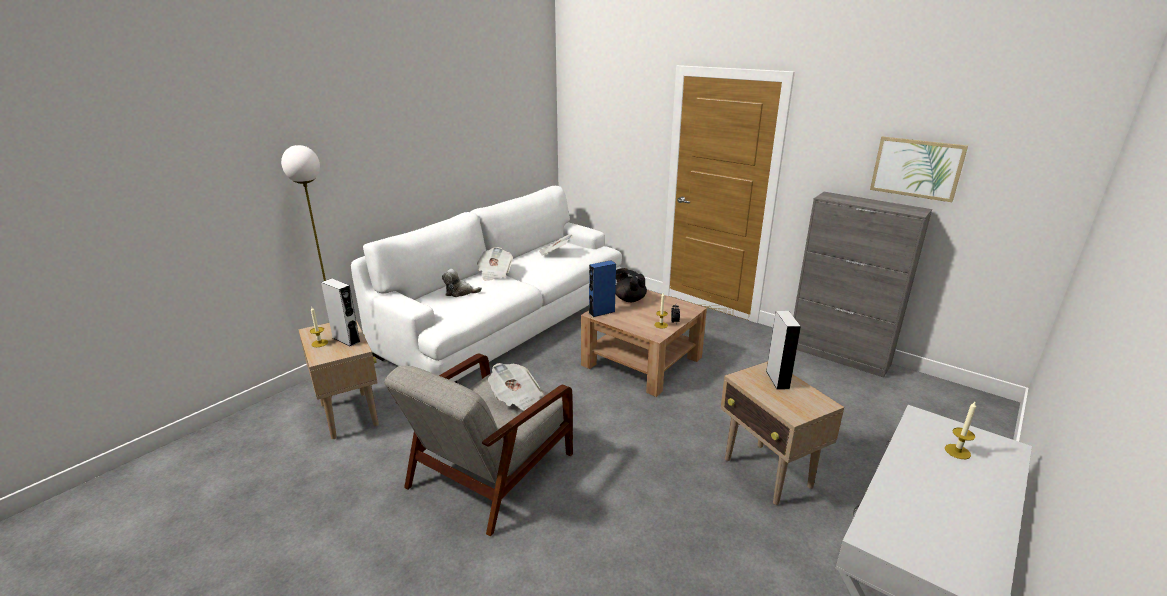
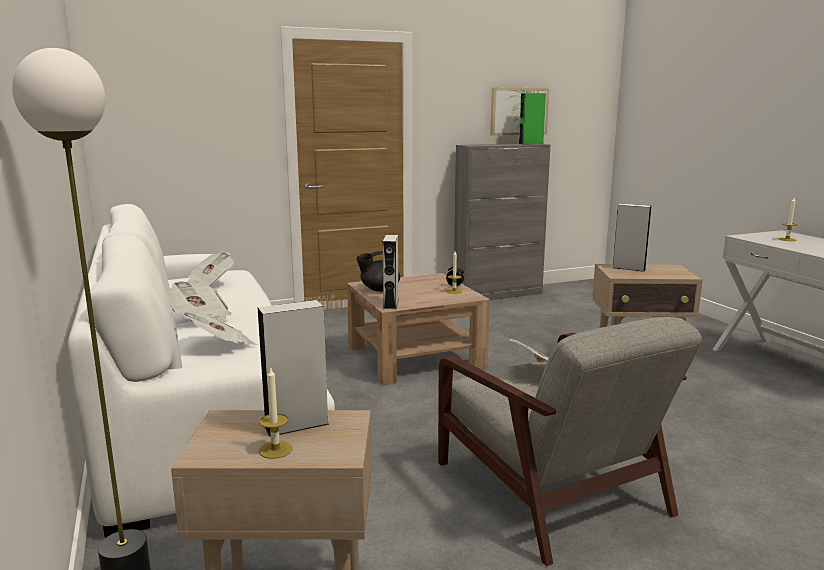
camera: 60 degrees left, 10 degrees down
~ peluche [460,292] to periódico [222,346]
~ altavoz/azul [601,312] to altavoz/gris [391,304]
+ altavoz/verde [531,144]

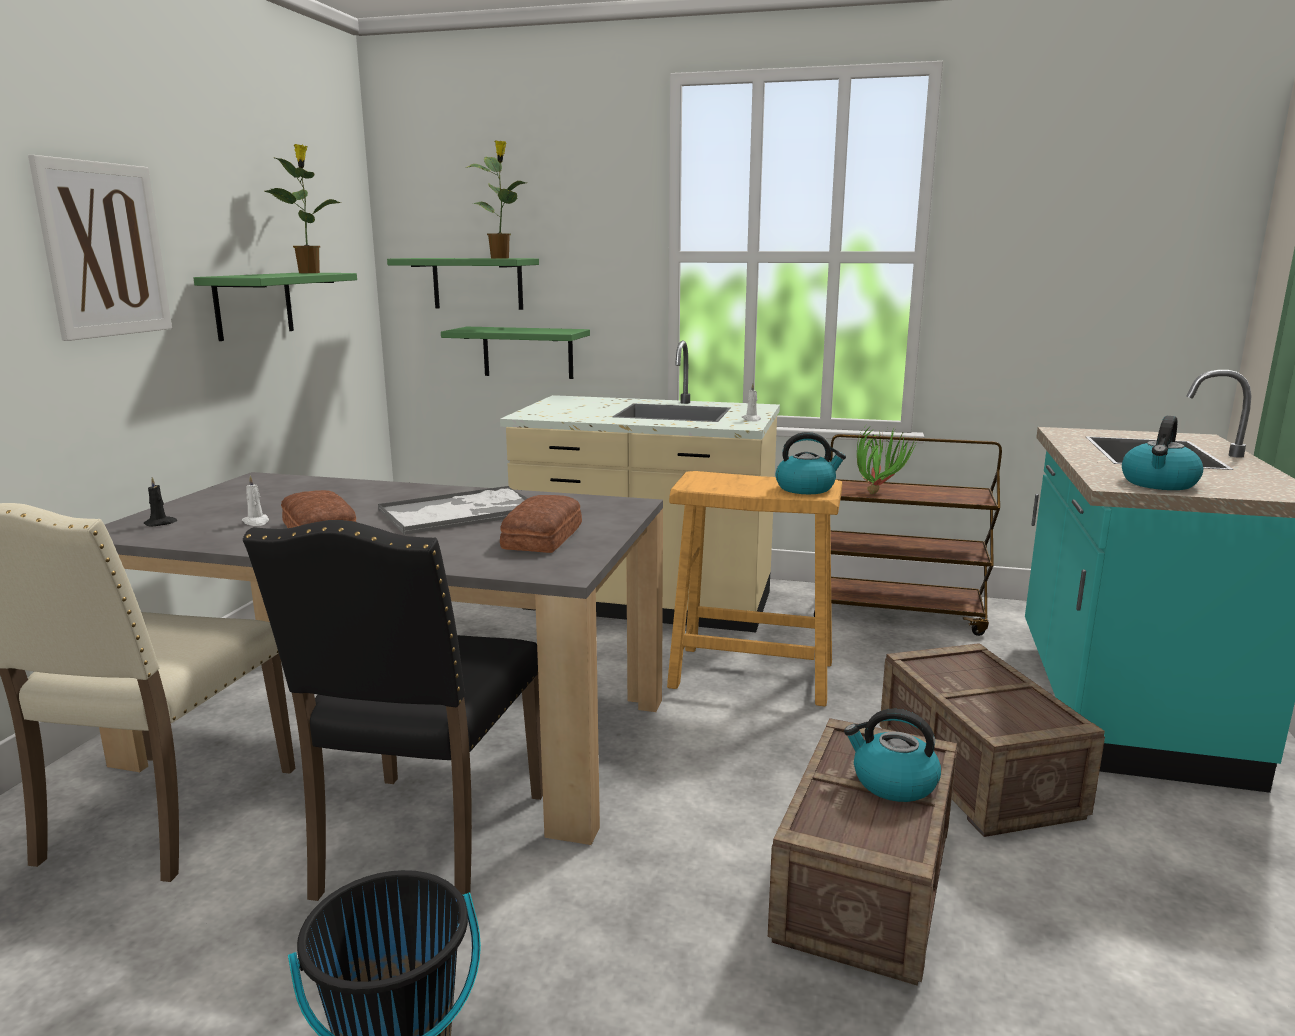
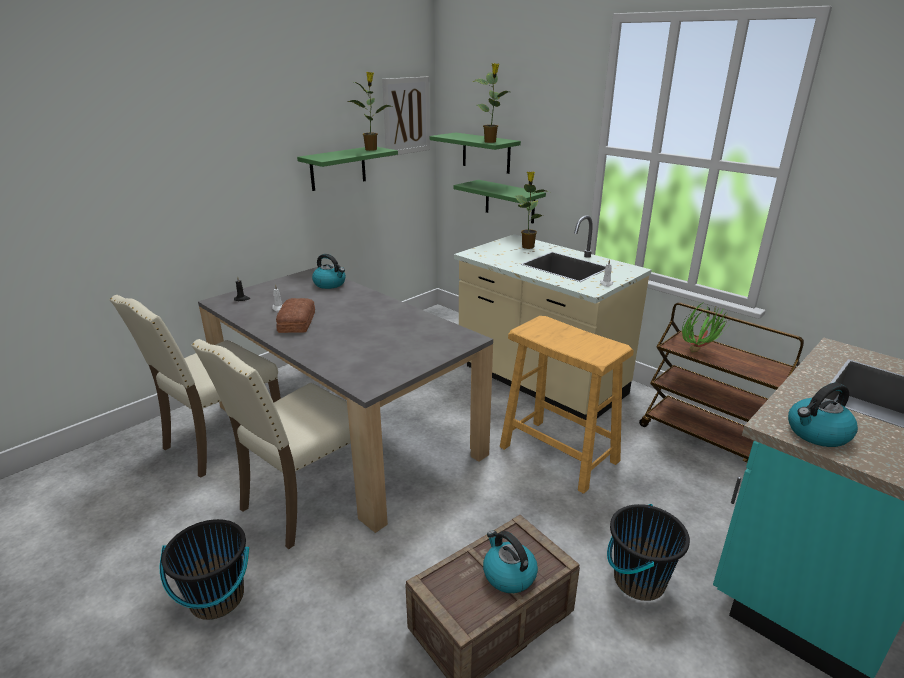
camera: 30 degrees right, 10 degrees up
~ cuadro [104,250] to [406,116]
~ silla/negro [426,845] to silla/beis [305,501]
- bandeja [462,512]
- pan [545,537]
~ hervidor [806,488] to [330,284]
~ caja de embalaje [978,772] to cubo/negro [638,580]
+ planta en maceta [527,246]

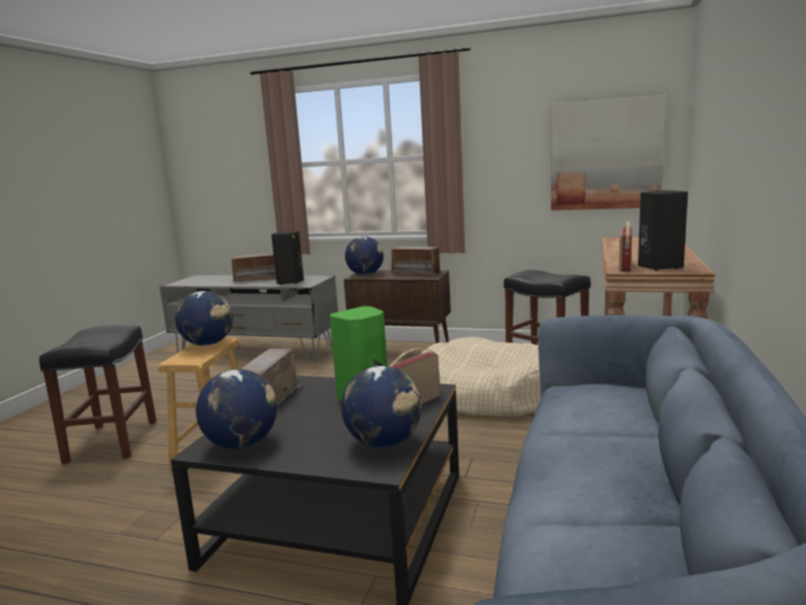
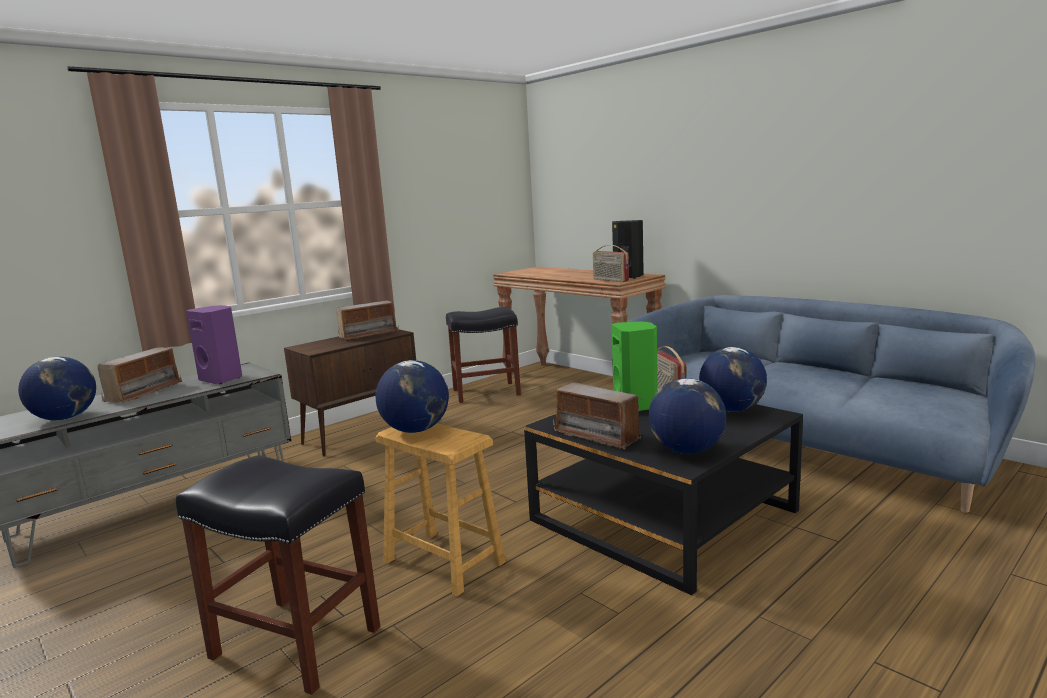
camera: 60 degrees left, 0 degrees up
~ altavoz/negro [291,282] to altavoz/morado [222,379]
~ globo terráqueo [365,274] to [65,418]
- cama para perro/beis [483,395]
- cuadro [605,155]

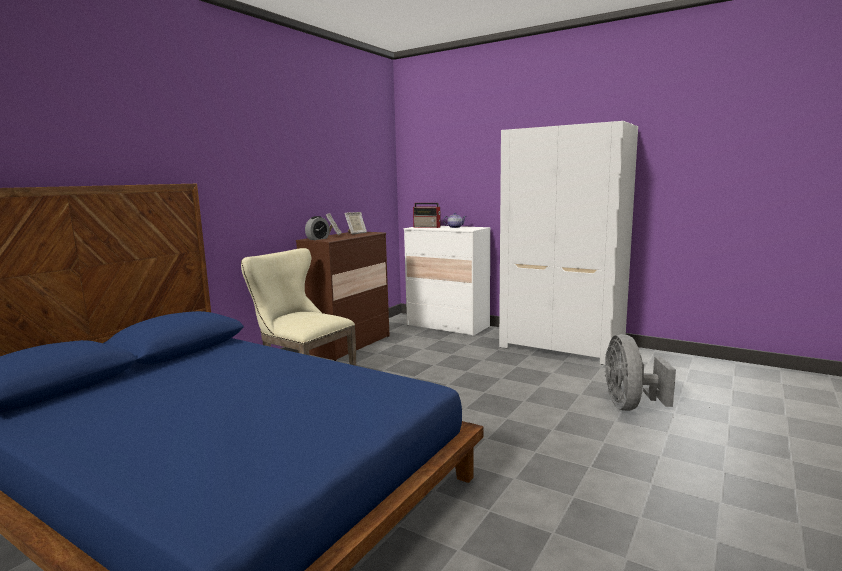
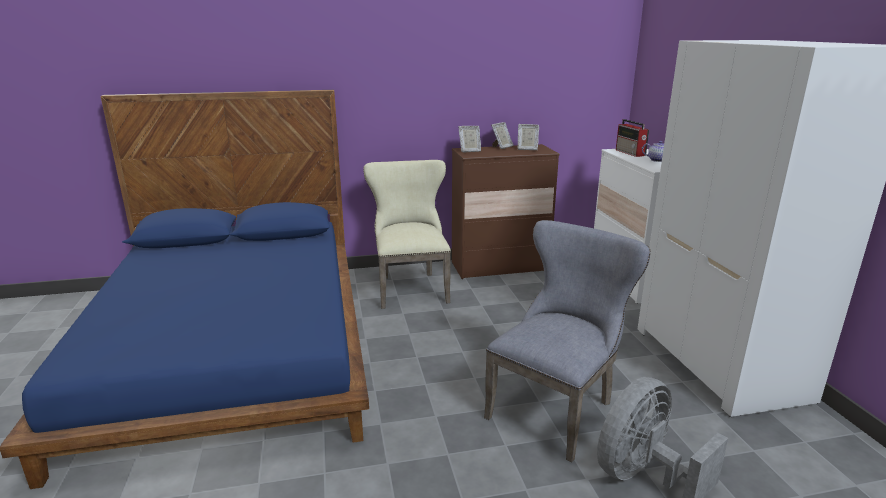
camera: 45 degrees right, 10 degrees up
~ despertador [318,239] to portarretratos [469,151]
+ silla/gris [556,408]

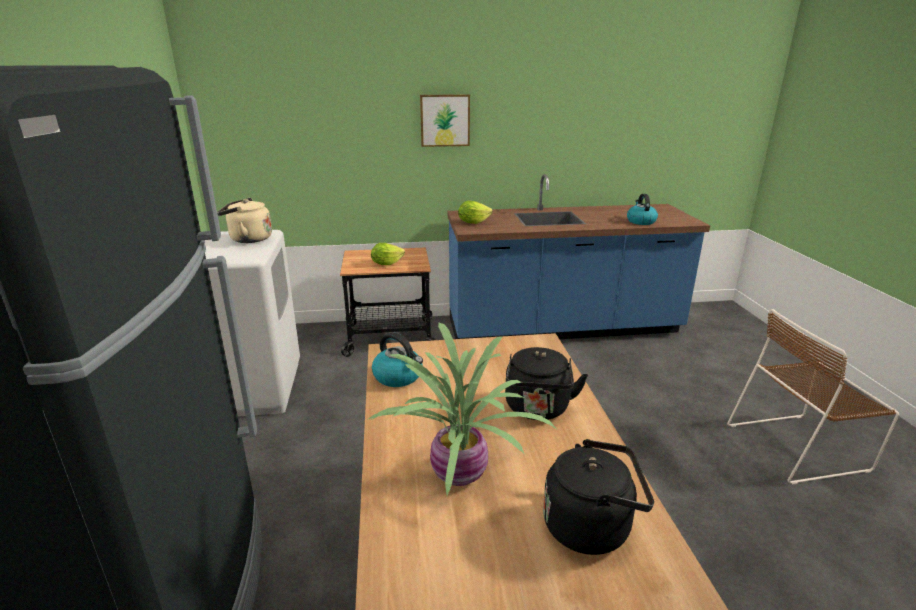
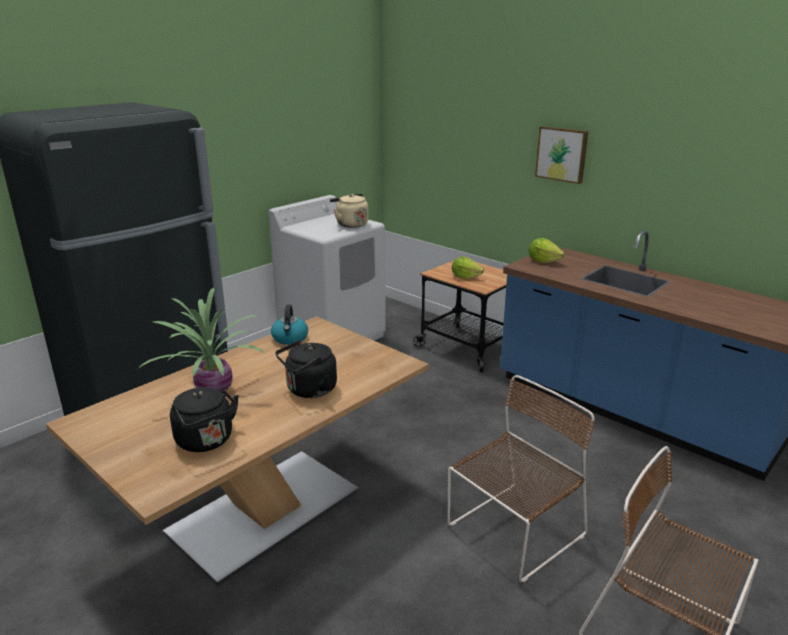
camera: 50 degrees right, 0 degrees up
- hervidor [640,221]
+ silla/marrón [513,532]

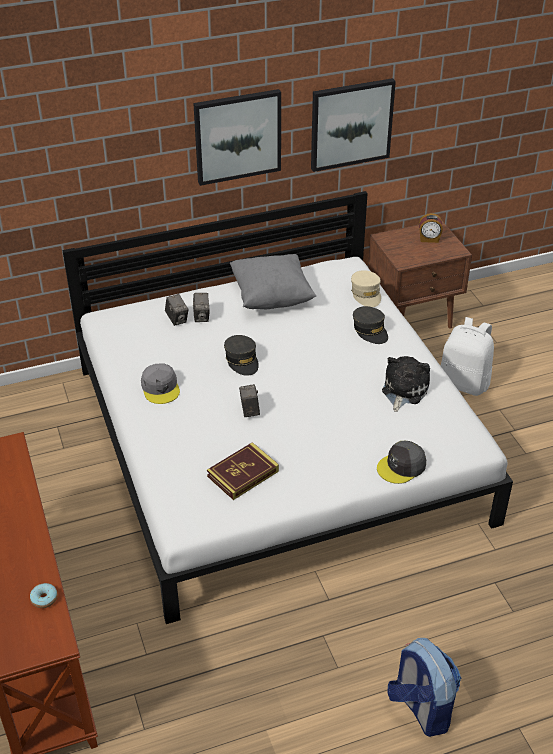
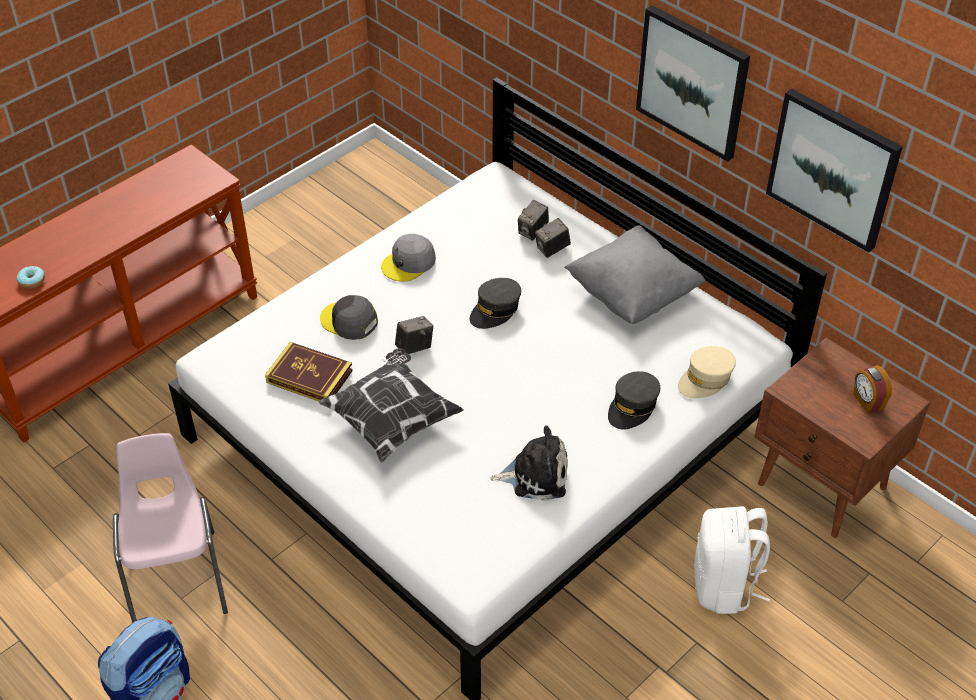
camera: 65 degrees right, 5 degrees up
~ gorra/gris [401,466] to [349,321]
+ silla/rosa [178,578]
+ cojín [392,419]

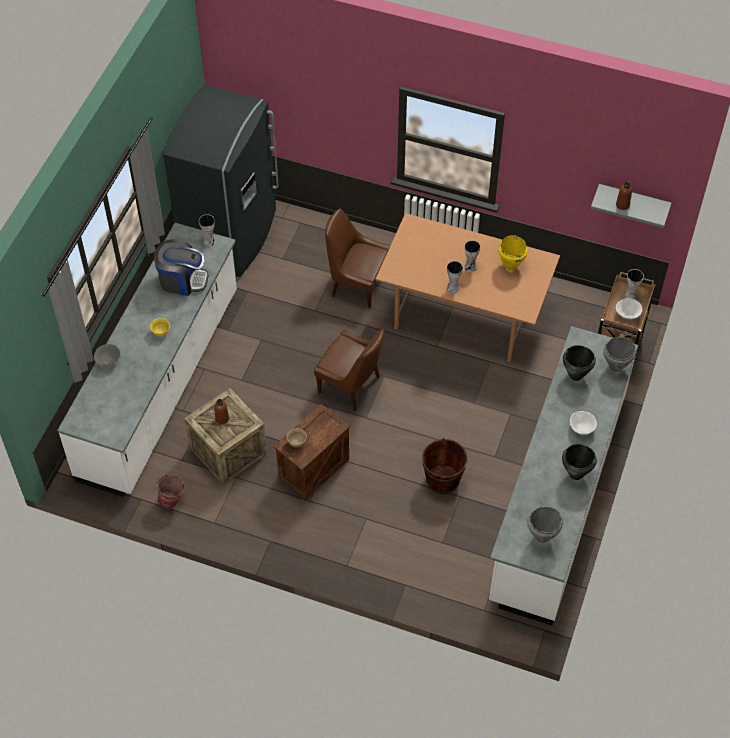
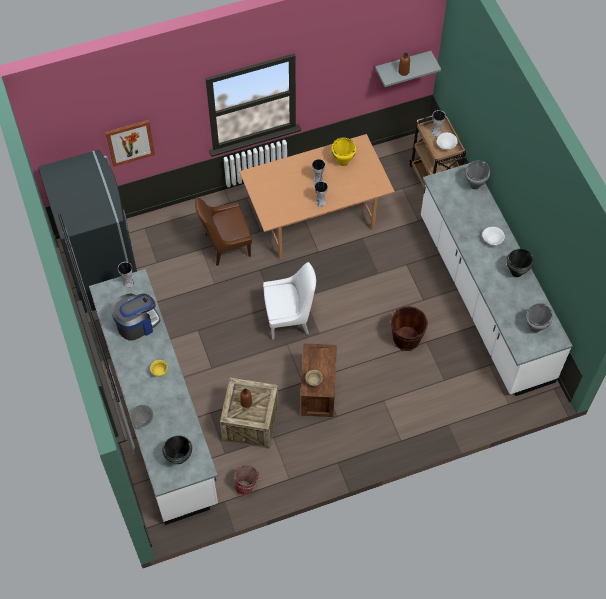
camera: 40 degrees left, 5 degrees up
~ silla/marrón [351,386] to silla/blanco [289,318]
~ olla/negro [576,376] to [180,459]
+ cuadro [130,142]

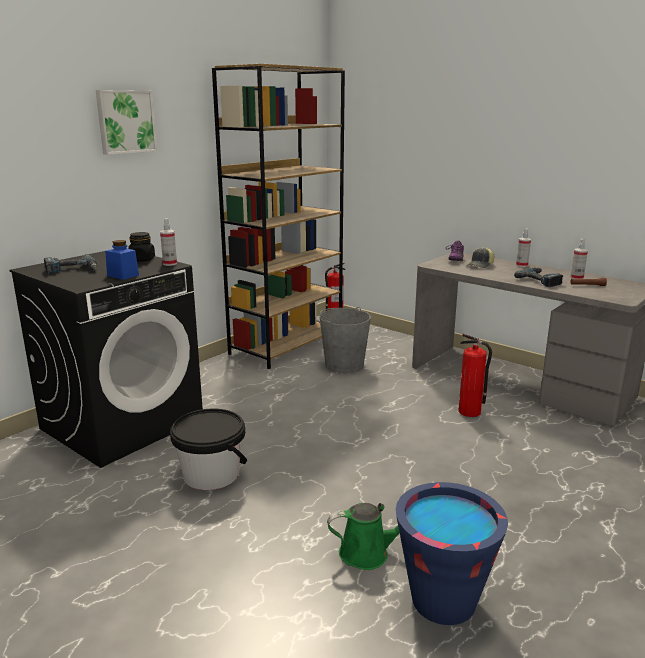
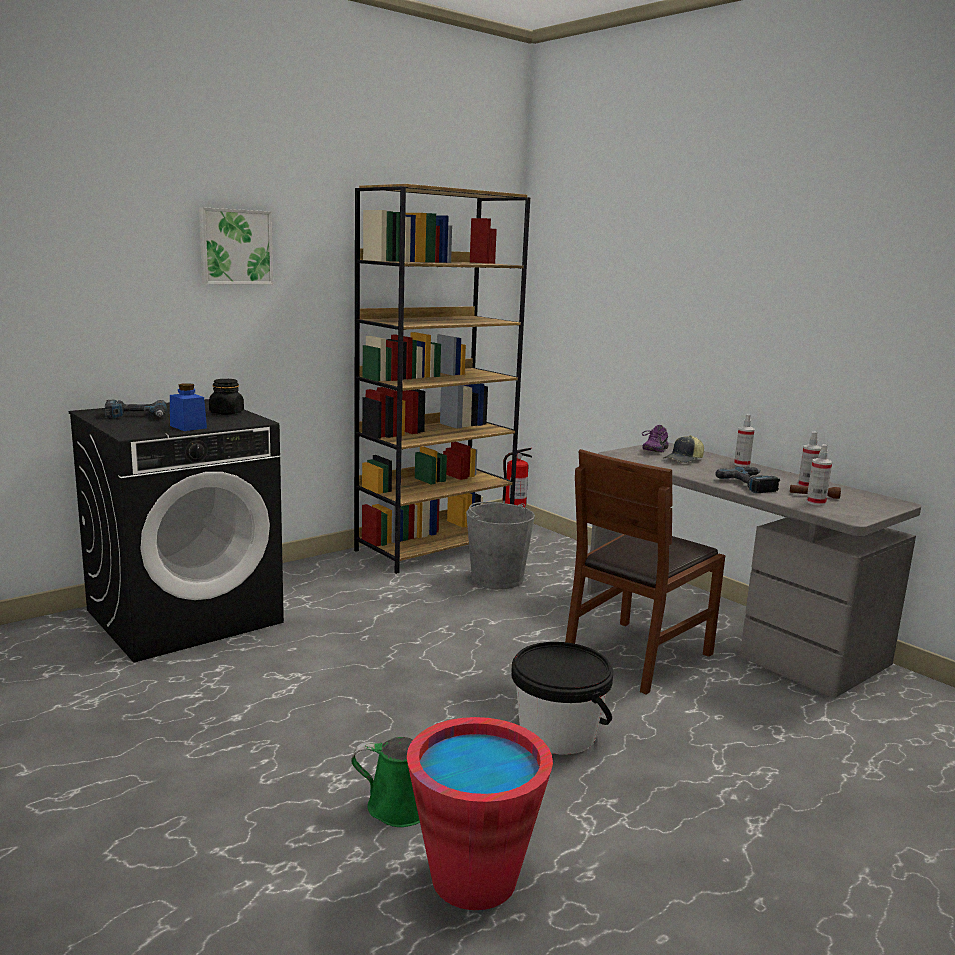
camera: 10 degrees right, 5 degrees down
~ pulverizador [170,264] to [816,502]
~ cubo/negro [211,474] to [557,733]
~ cubo/azul [443,600] to cubo/rojo [474,879]
~ extintor [470,411] to silla/marrón [636,655]

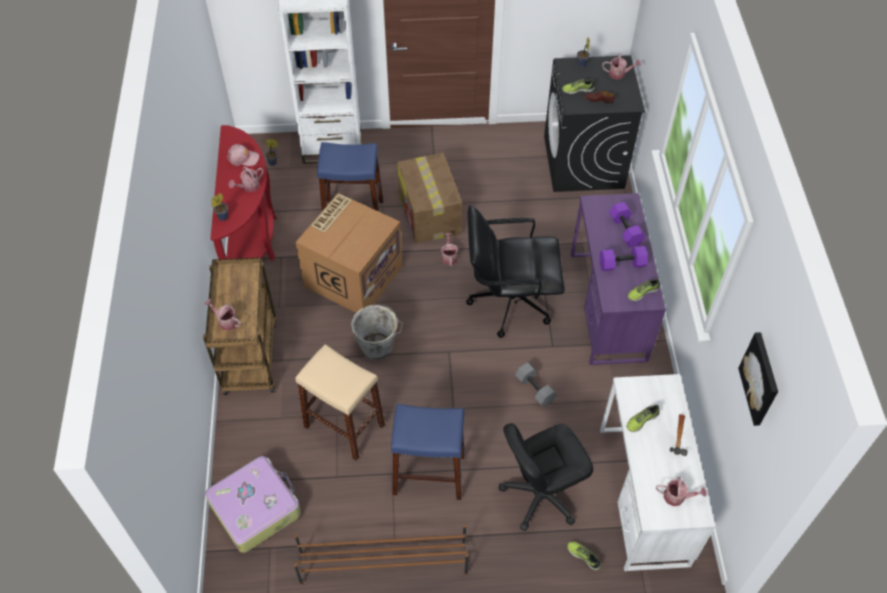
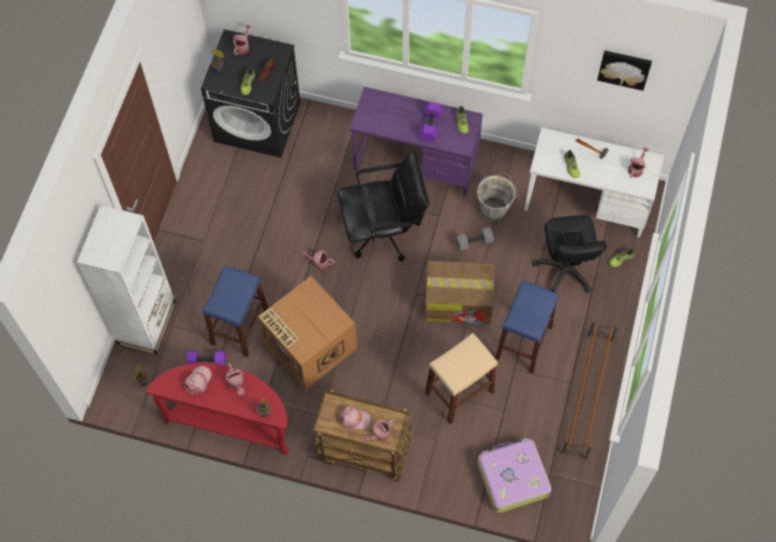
camera: 70 degrees left, 10 degrees up
~ cubo/gris [378,347] to [494,208]
~ caja de cartón [430,214] to [459,302]
~ silla de oficina/negro [509,301] = [384,231] 120 degrees counterclockwise
~ mancuerna/morado [626,230] to [207,361]
+ gorra/rosa [354,419]

